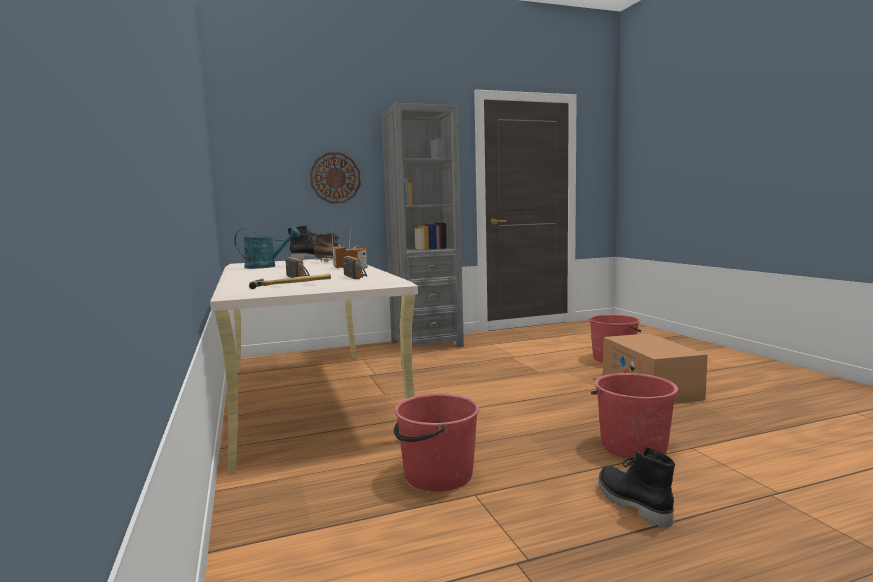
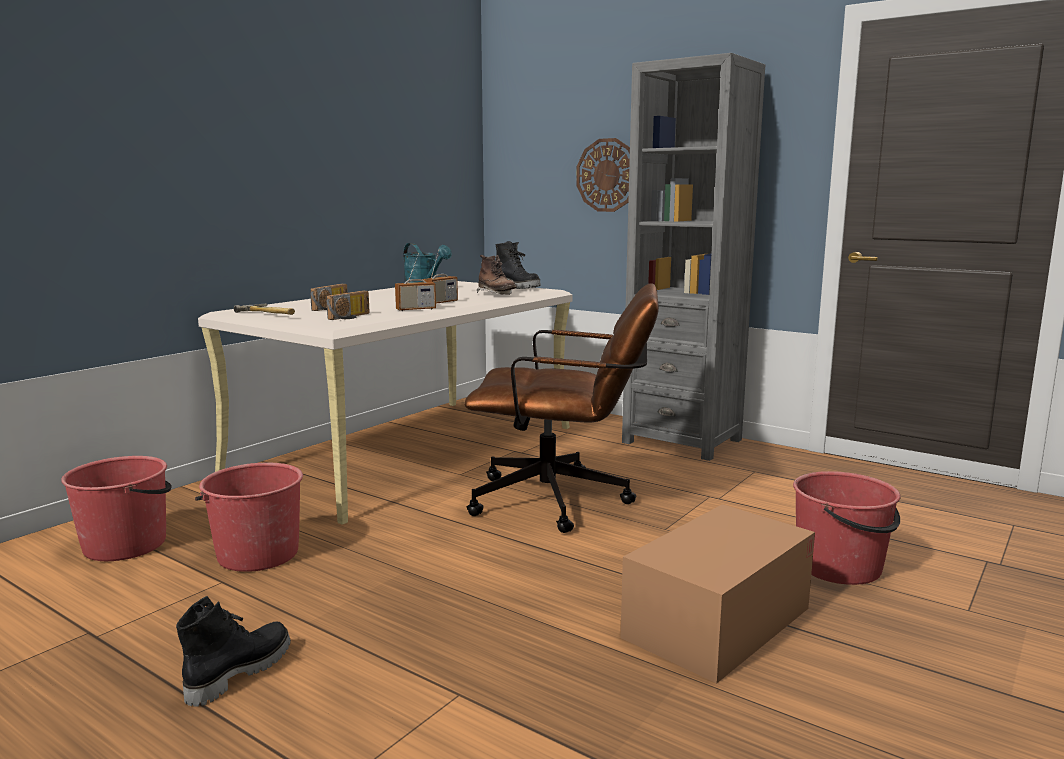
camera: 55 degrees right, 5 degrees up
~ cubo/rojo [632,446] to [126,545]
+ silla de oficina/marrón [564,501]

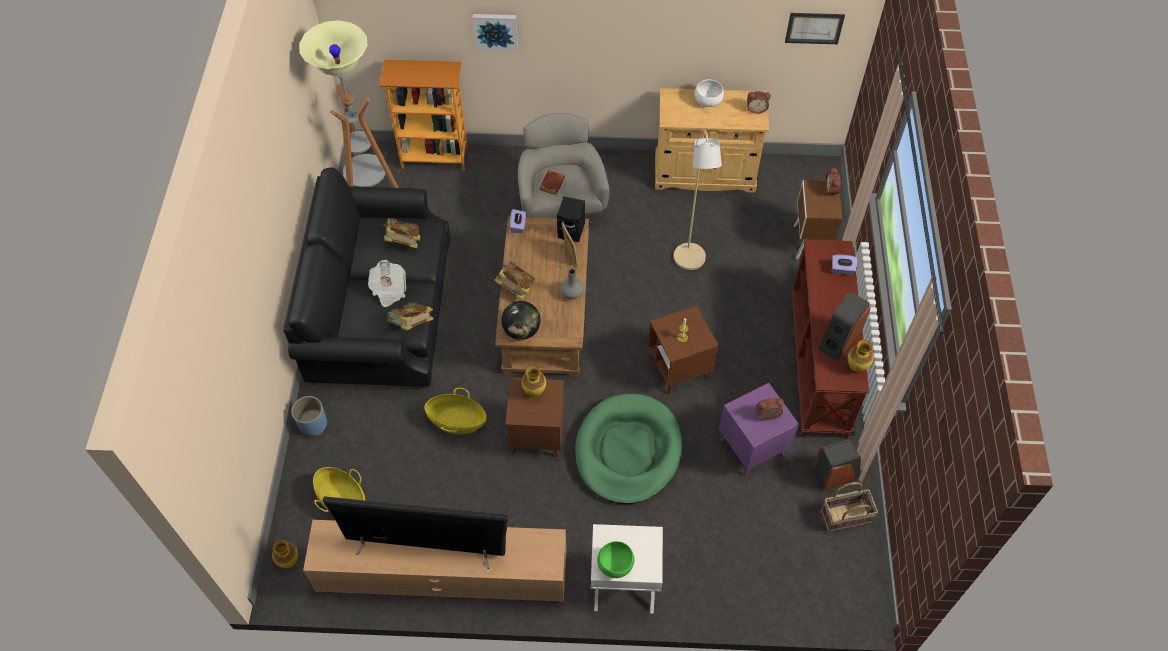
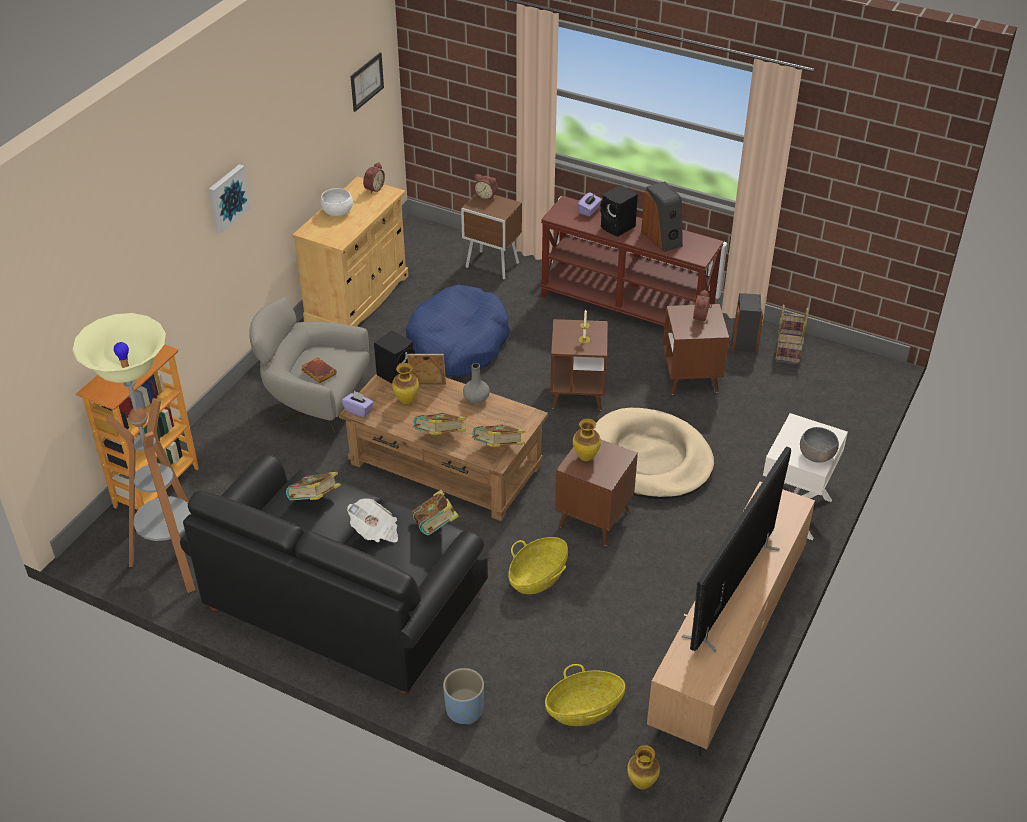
camera: 65 degrees left, 15 degrees down
~ cuadro [496,30] to [227,197]
~ globo terráqueo [521,330] to libro [498,449]
~ cama para perro/verde [628,451] to cama para perro/beis [649,459]
~ cuenco/verde [615,564] to cuenco/gris [816,455]
~ lámpara de pie/beis [690,262] to cama para perro/azul [458,344]
~ mesa auxiliar/morado [752,448] to mesa auxiliar/marrón [690,378]
~ florero [856,368] to [407,400]
+ altavoz/negro [618,227]

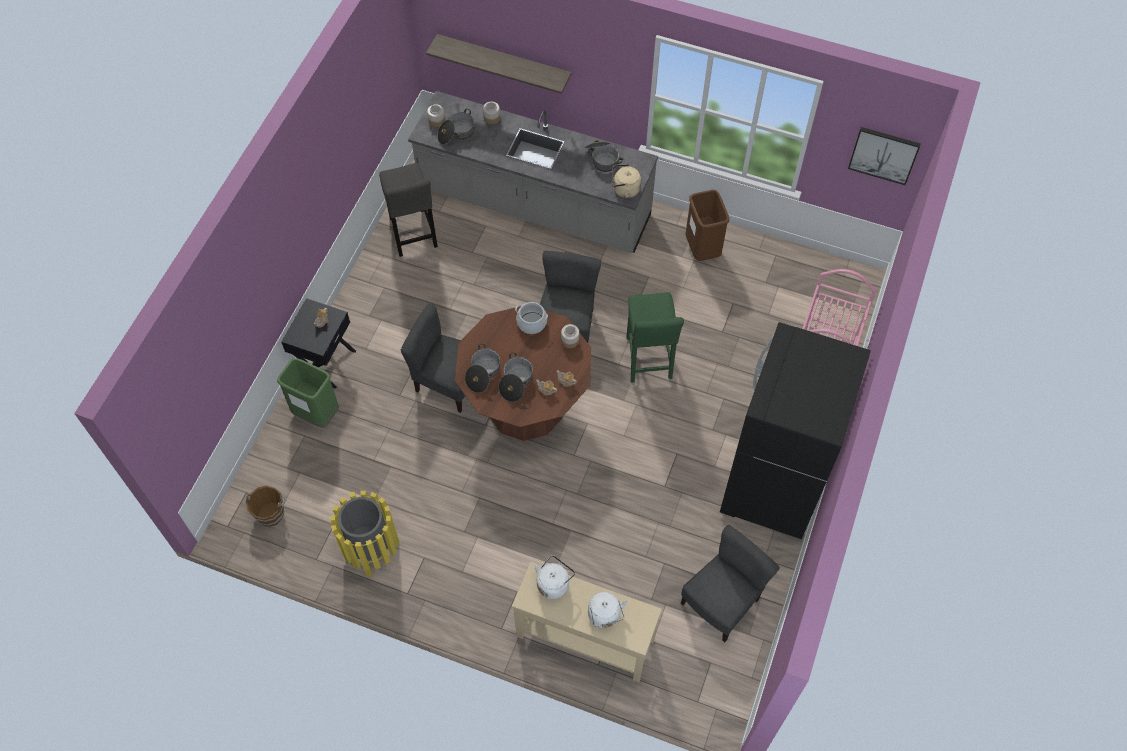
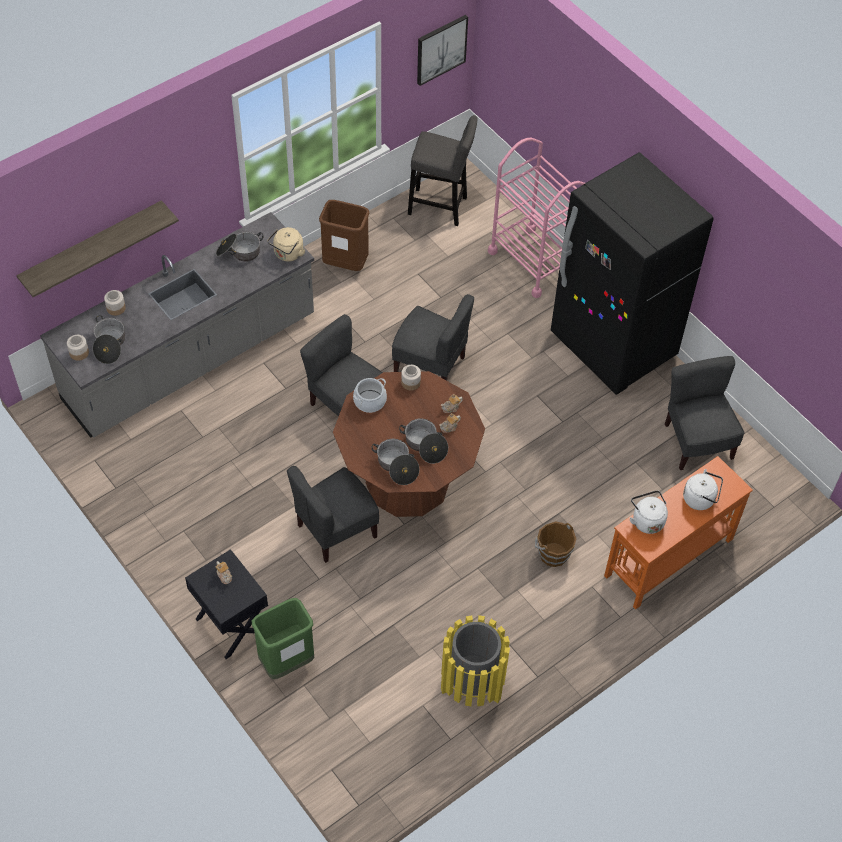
camera: 60 degrees left, 5 degrees down
~ cubo/marrón [270,513] to [552,553]
~ taburete/gris [413,235] to [441,207]
~ mesa consola/beis [584,637] to mesa consola/naranja [668,557]
~ taburete/verde [648,361] to silla/gris [430,365]

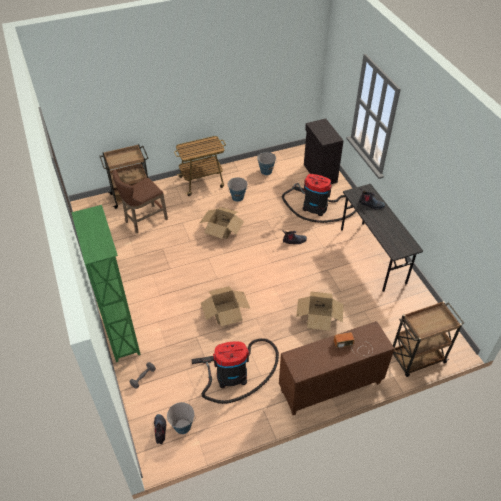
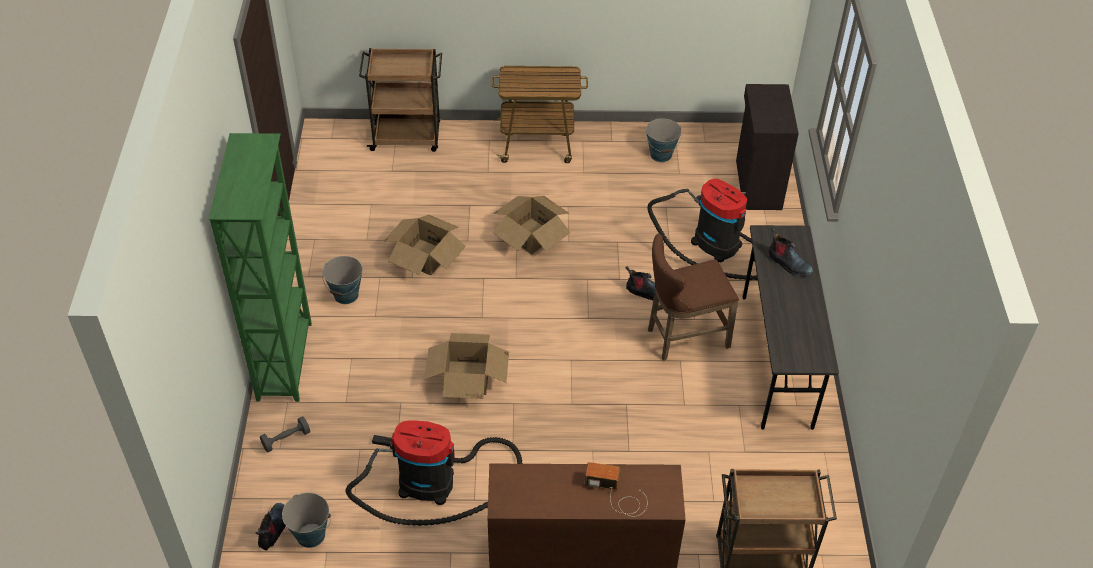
camera: 20 degrees right, 0 degrees up
~ taburete/marrón [143,221] to [683,337]
~ cubo [237,197] to [346,295]
~ caja de cartón [318,317] to [424,257]

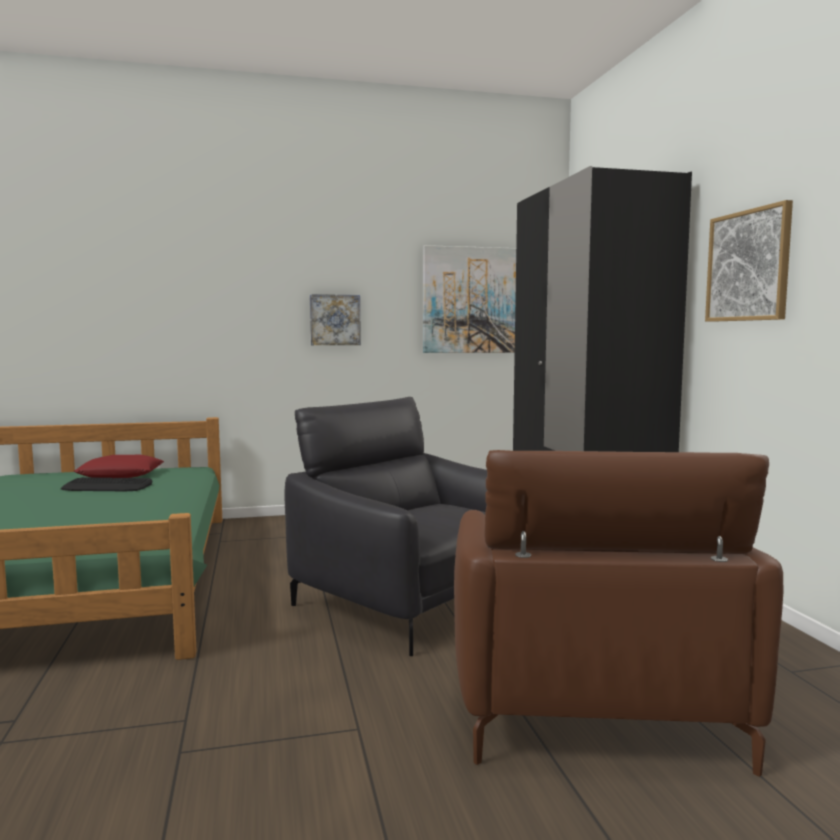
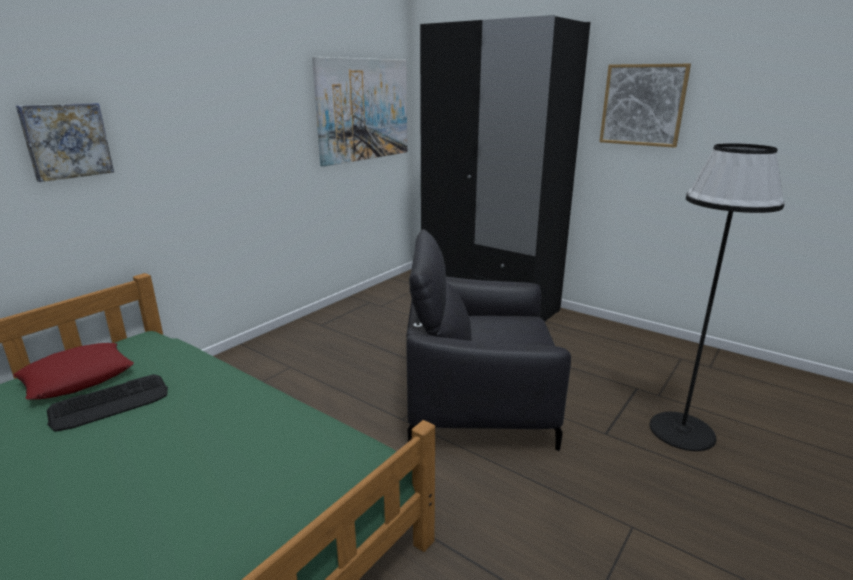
camera: 40 degrees left, 15 degrees up
~ cuadro [335,320] to [66,141]
~ sillón/marrón [591,700] to lámpara de pie/negro [682,431]

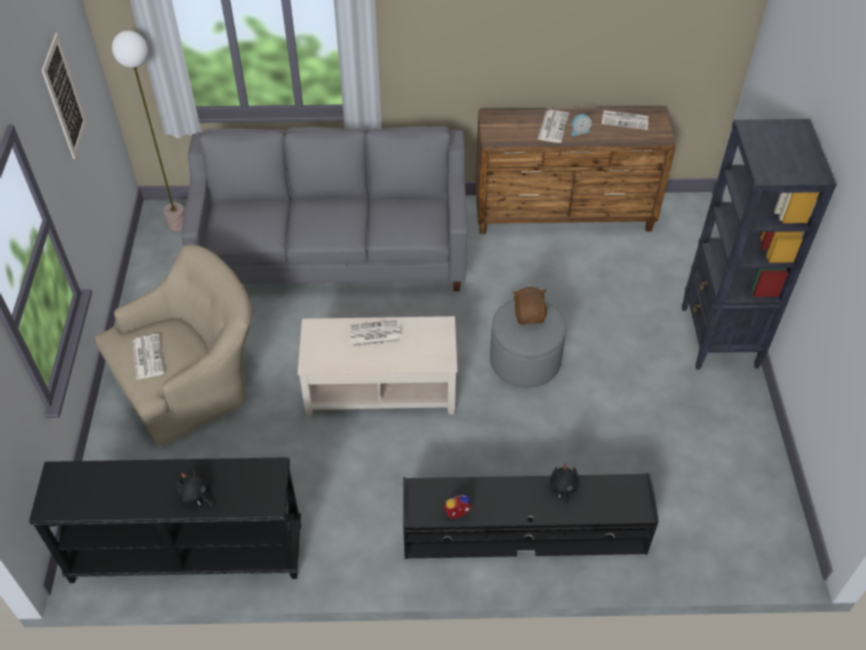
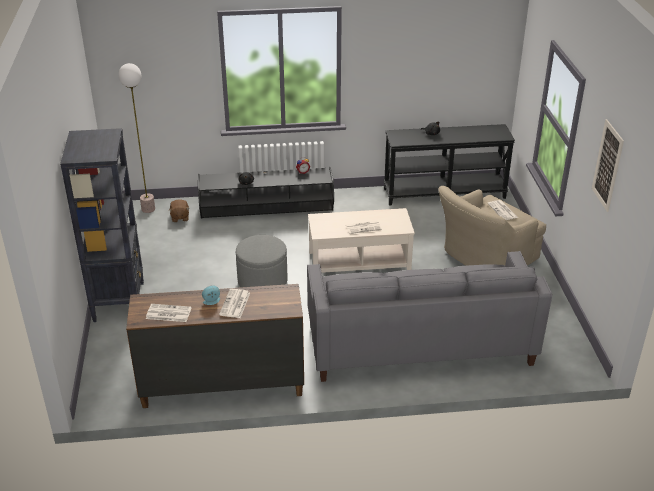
camera: 175 degrees right, 15 degrees down
~ lámpara de pie [177,224] to [148,209]
~ peluche/marrón [529,315] to [180,217]

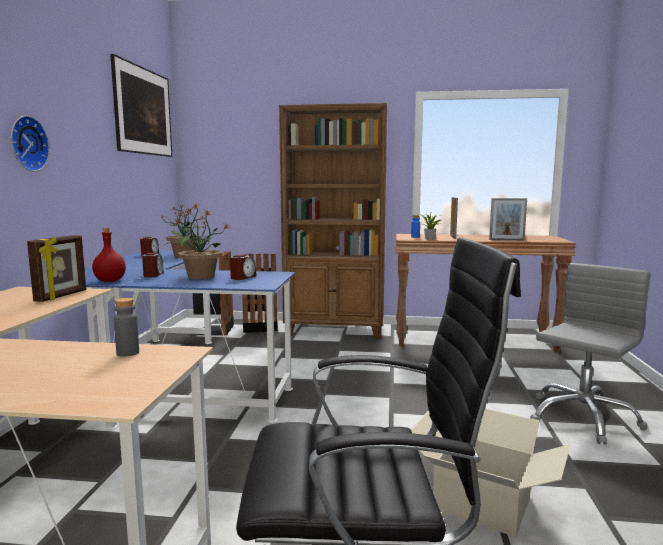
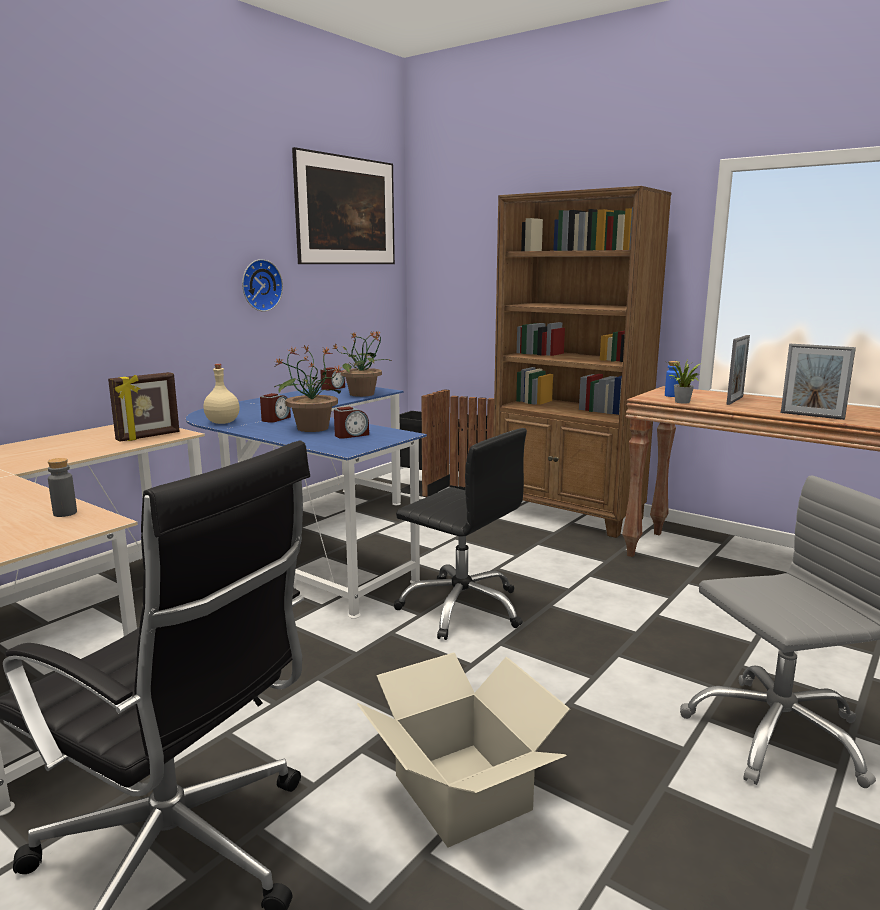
camera: 30 degrees right, 5 degrees up
~ reloj de pared [26,143] to [260,285]
~ botella/rojo [109,281] to botella/beis [222,422]
+ silla de oficina/negro [462,608]

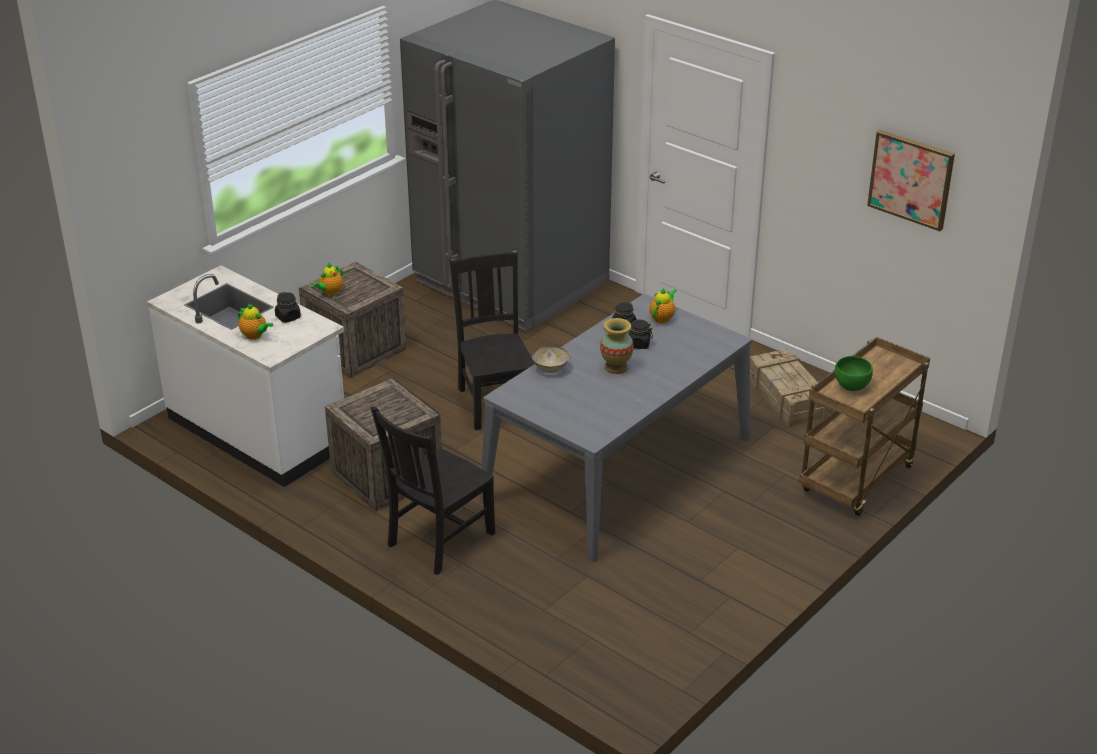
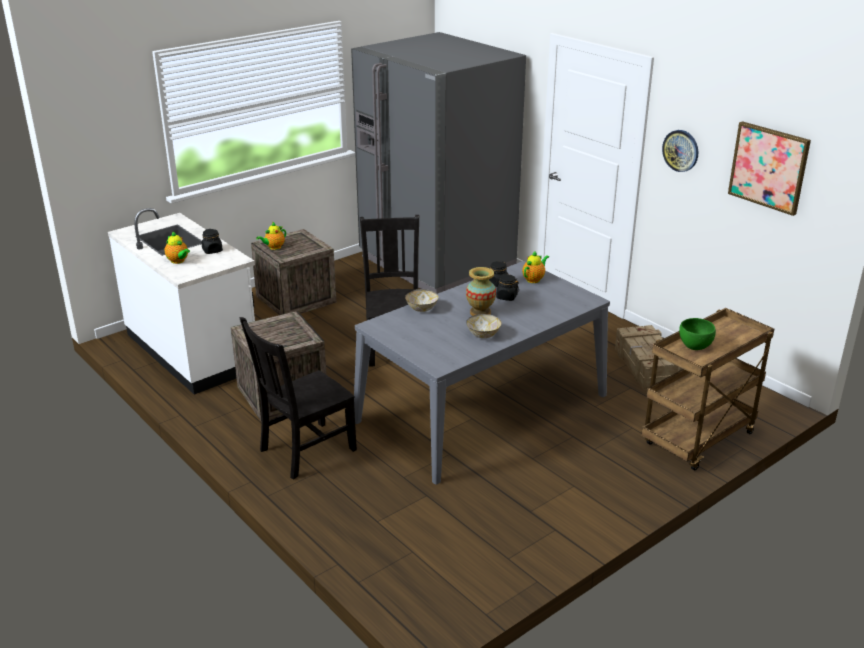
camera: 10 degrees right, 5 degrees down
+ cuenco [483,335]
+ reloj de pared [681,150]

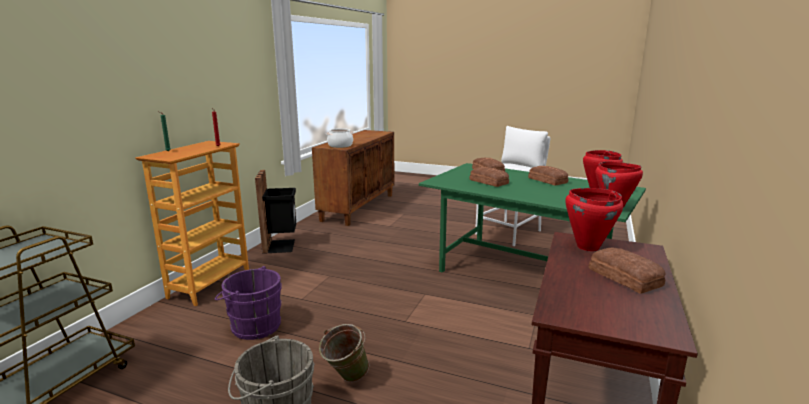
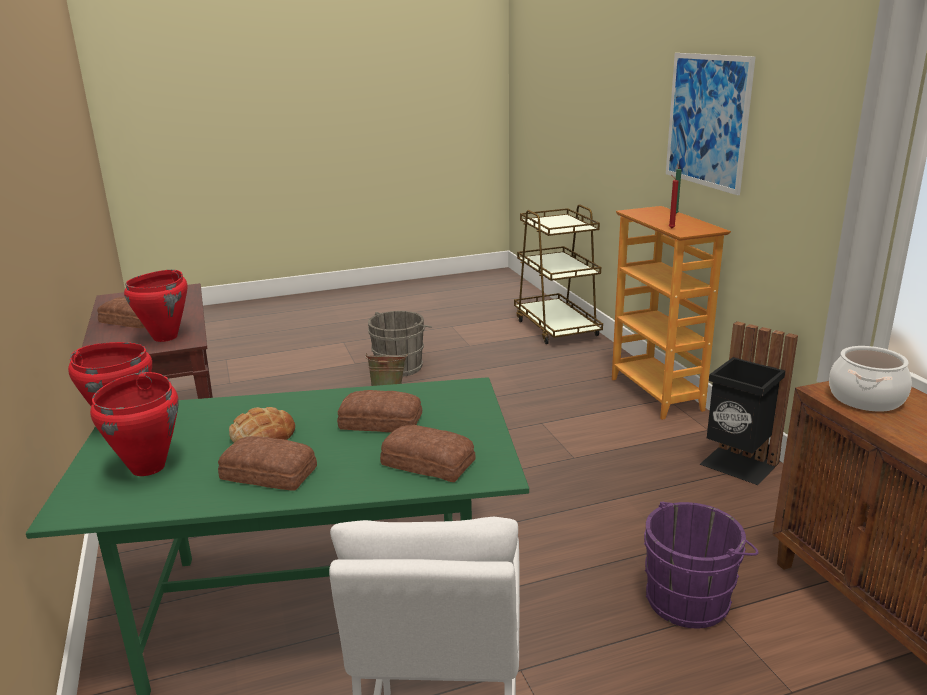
camera: 140 degrees right, 5 degrees up
~ cubo/morado [253,326] to [691,599]
+ pan [263,435]
+ cuadro [707,121]

